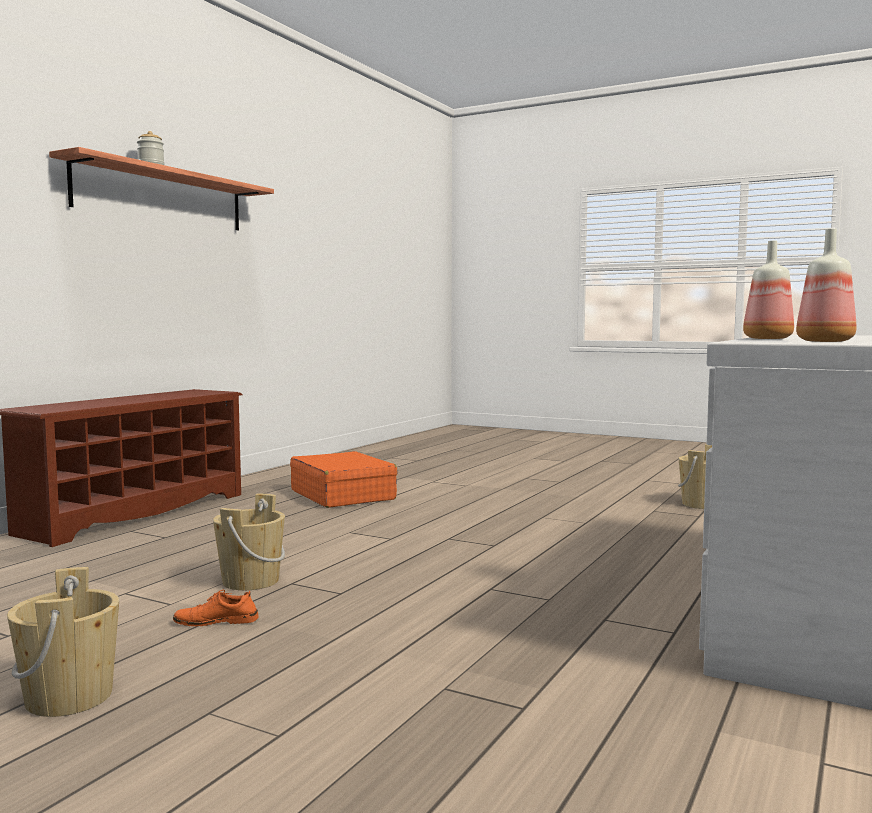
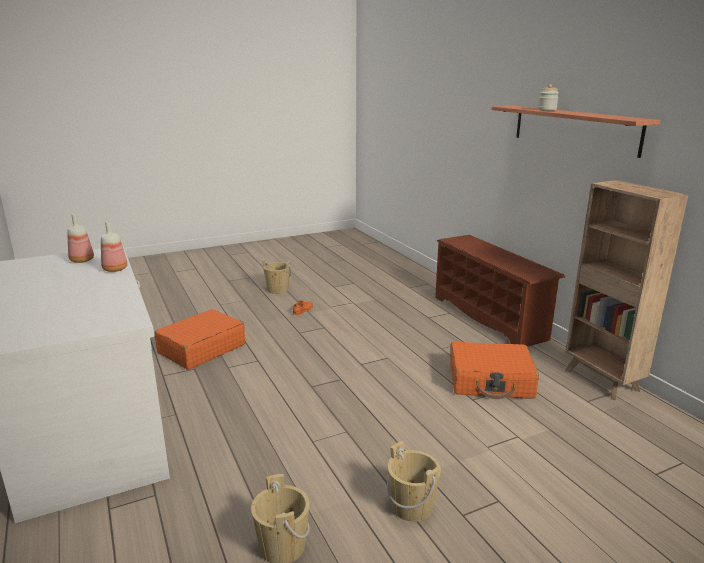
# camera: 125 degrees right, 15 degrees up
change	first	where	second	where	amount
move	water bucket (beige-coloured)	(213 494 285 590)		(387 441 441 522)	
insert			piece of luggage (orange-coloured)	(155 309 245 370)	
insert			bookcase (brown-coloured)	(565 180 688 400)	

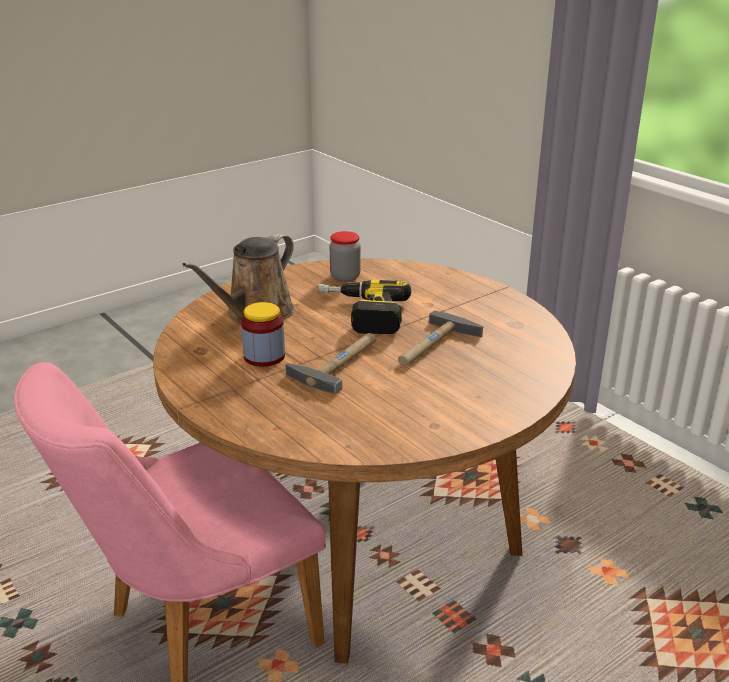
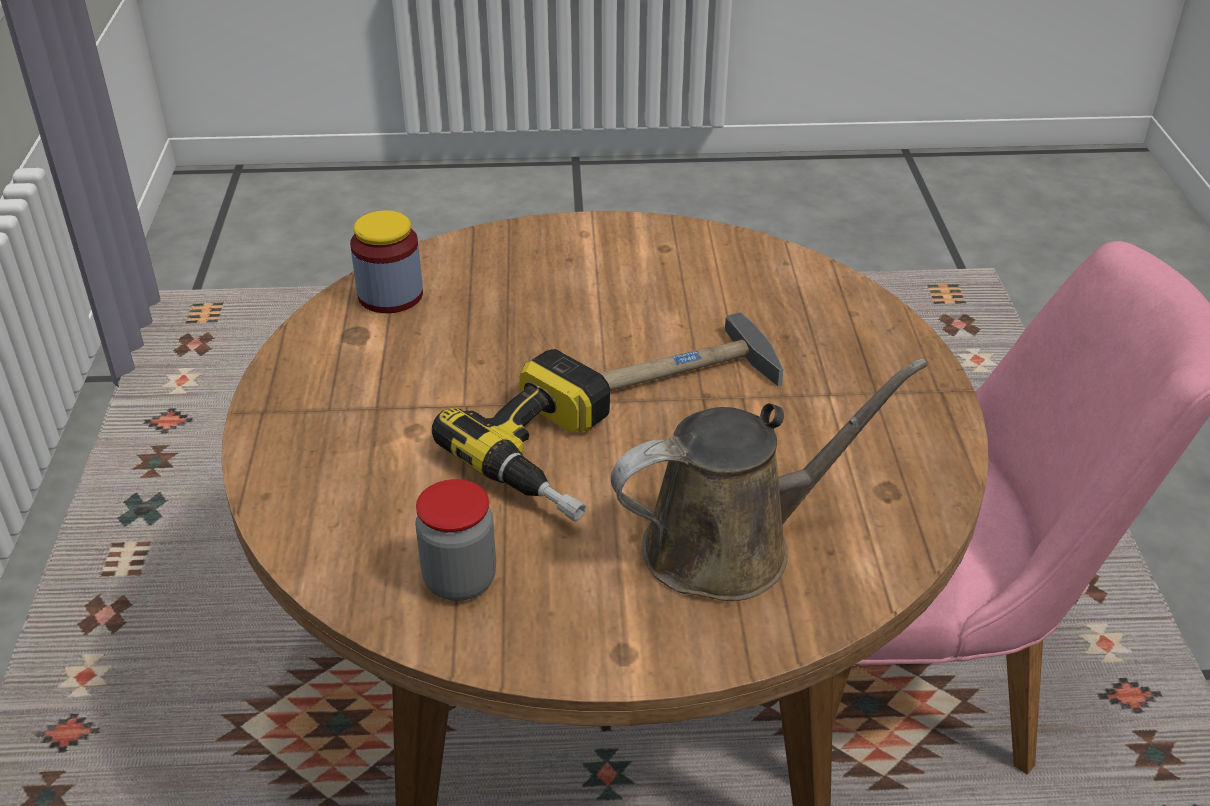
# camera: 145 degrees left, 10 degrees up
change	first	where	second	where	amount
move	jar	(241 302 285 367)		(350 210 423 313)	
delete	tool hammer	(398 310 483 366)			

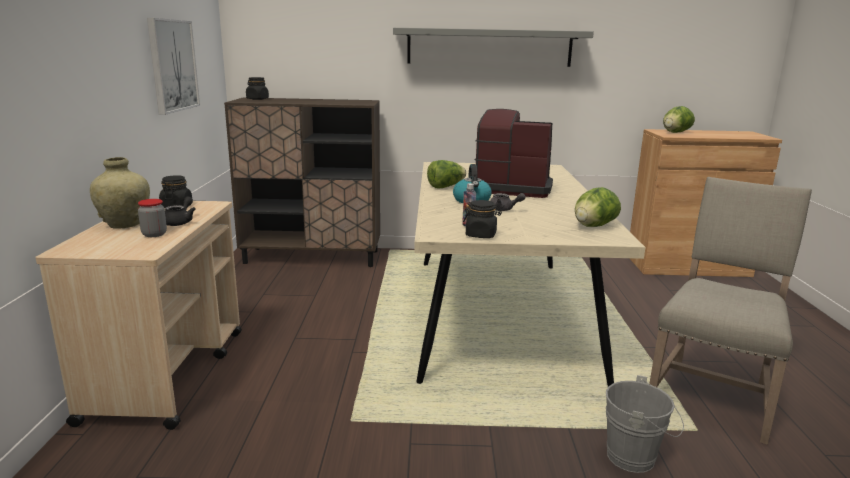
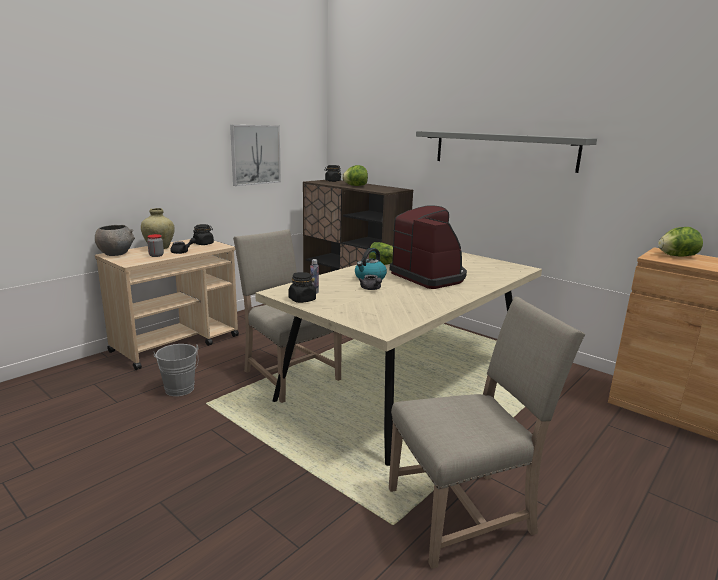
# camera: 40 degrees right, 0 degrees up
change	first	where	second	where	amount
move	head of lettuce	(575 187 621 227)		(342 165 368 186)	
move	water bucket (greyish)	(606 375 684 473)		(153 344 198 396)	
insert			bowl (greyish)	(95 225 135 256)	
insert			plain chair (beige-coloured)	(233 229 342 403)	

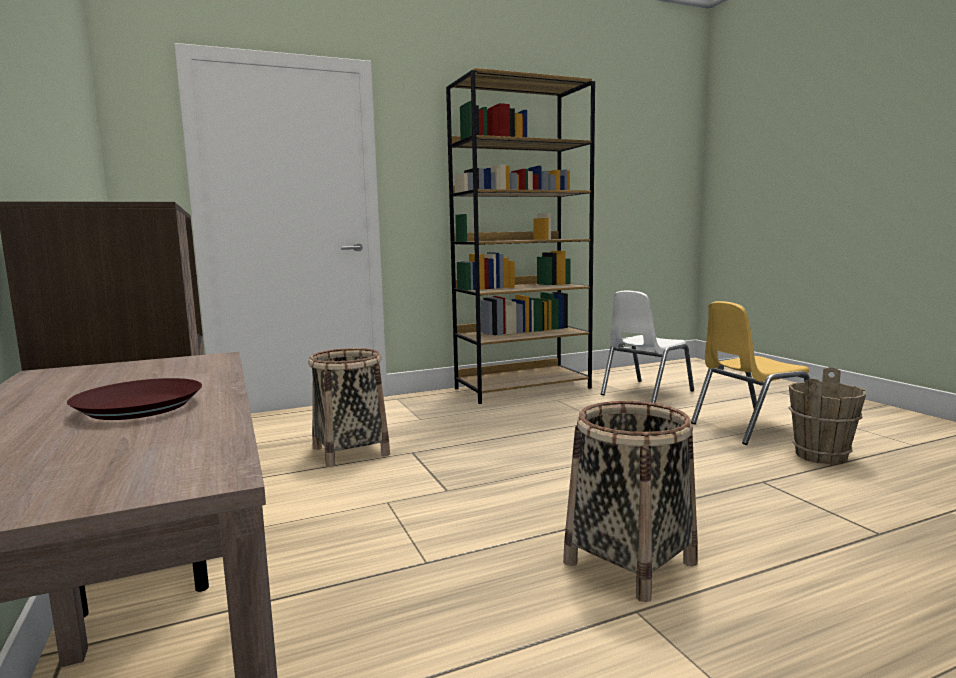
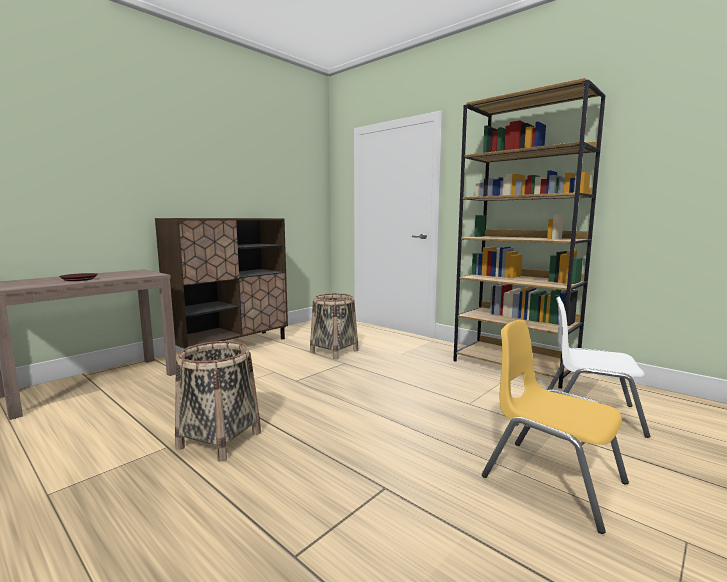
# camera: 65 degrees right, 0 degrees up
change	first	where	second	where	amount
delete	water bucket (brown-coloured)	(788 367 866 465)			

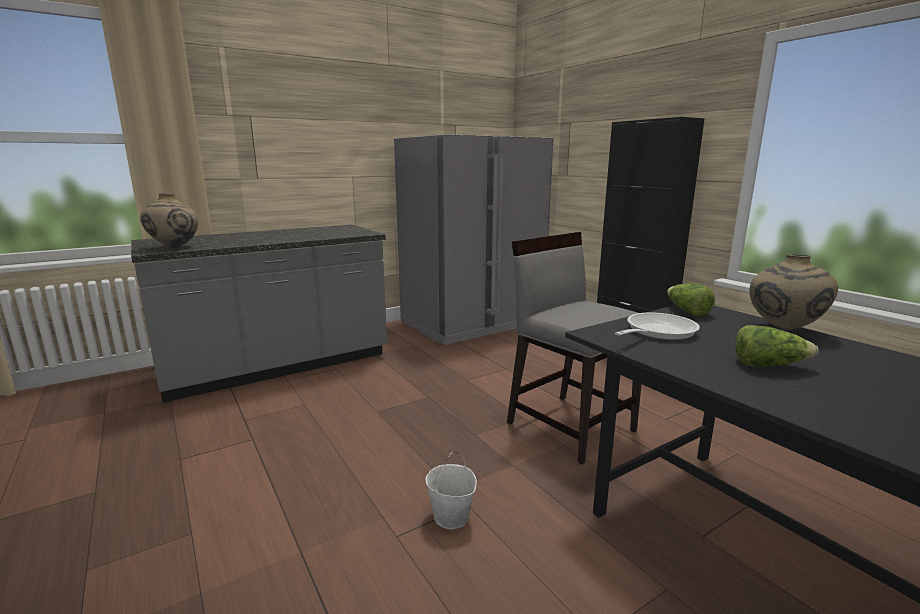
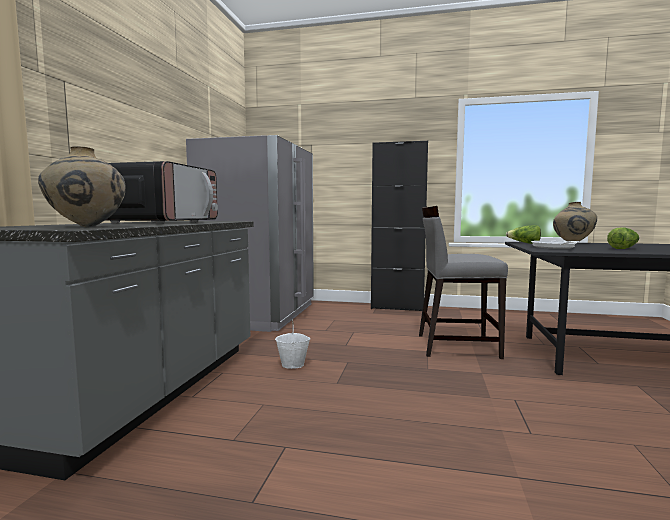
# camera: 45 degrees left, 10 degrees down
change	first	where	second	where	amount
move	water bucket (white-coloured)	(426 452 477 529)		(275 319 310 369)	
insert			microwave	(105 161 218 224)	

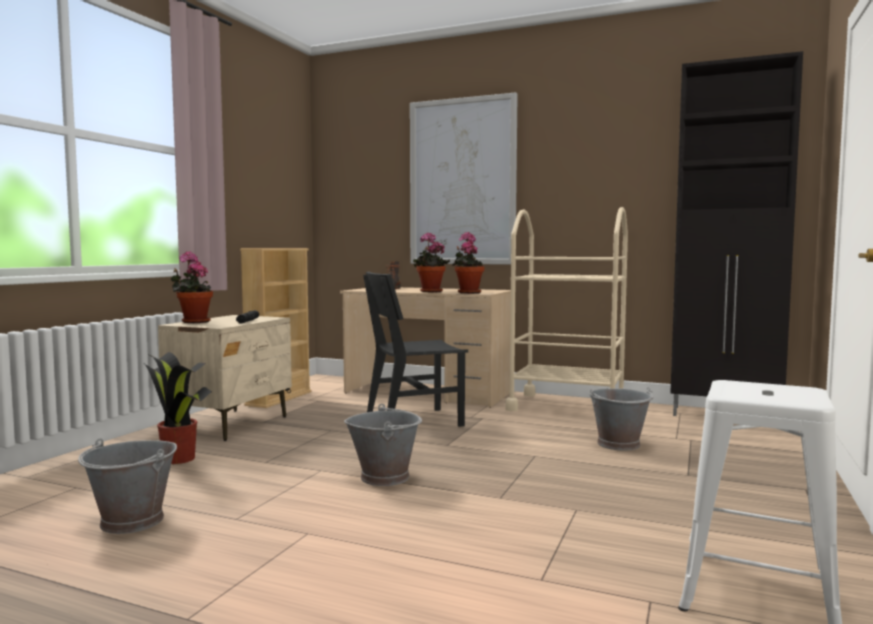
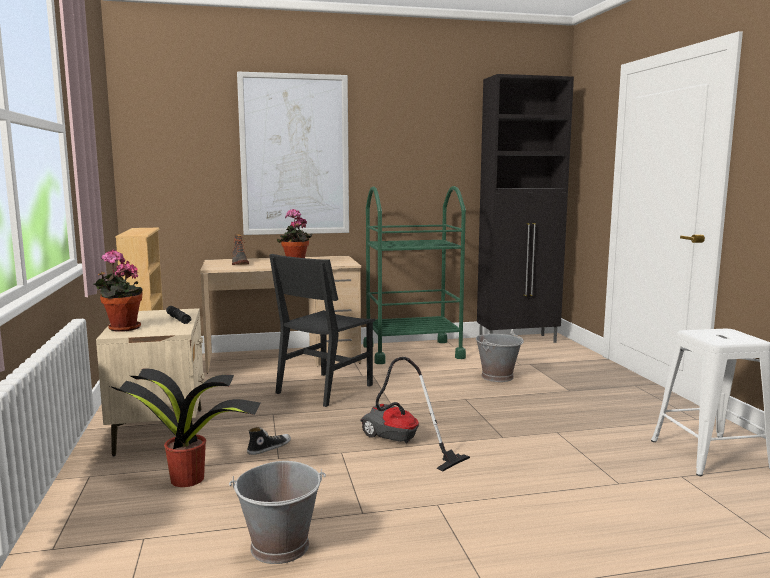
# camera: 35 degrees left, 5 degrees up
change	first	where	second	where	amount
replace	water bucket (greyish)	(344 404 422 486)	vacuum	(360 357 470 472)	
delete	plant in a pot	(452 232 484 294)			
recolor	wheeled cart (beige-coloured)	(505 207 628 411)	wheeled cart (green-coloured)	(363 186 466 364)	
insert			shoe	(247 427 291 455)	

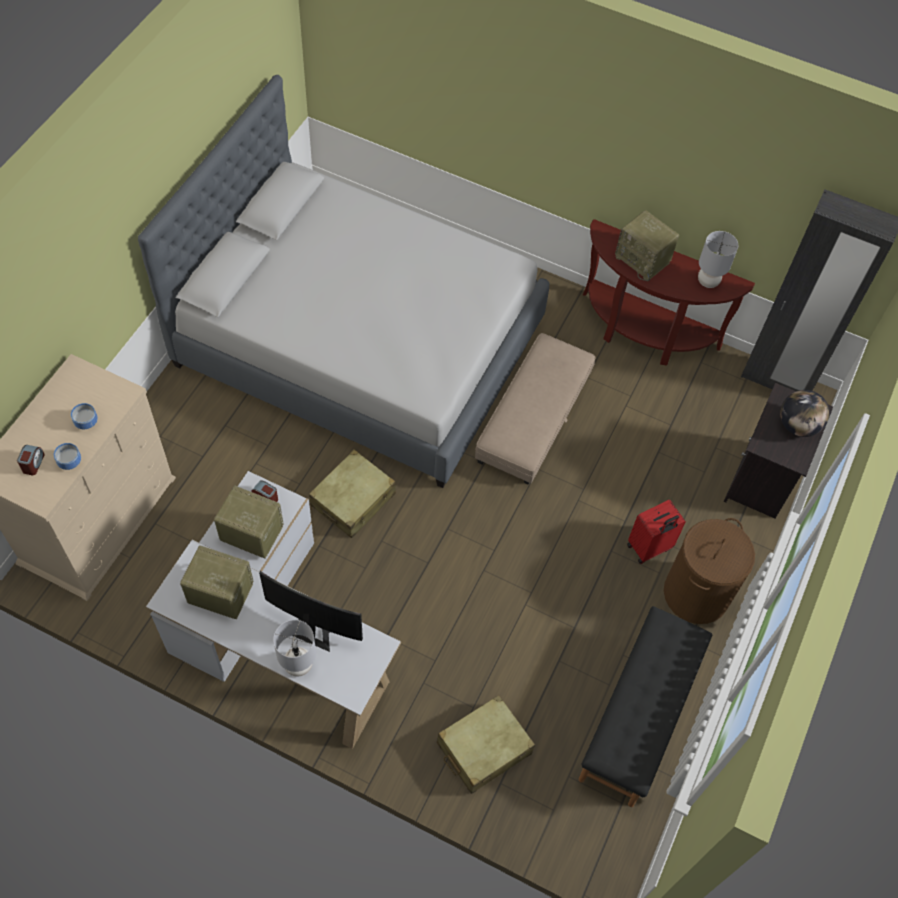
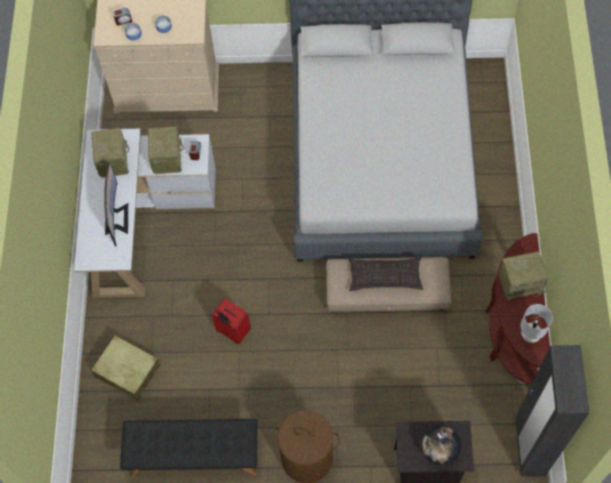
# camera: 70 degrees right, 5 degrees up
change	first	where	second	where	amount
delete	table lamp (greyish)	(273 620 316 677)			
delete	piece of luggage (beige-coloured)	(309 450 396 538)			
rotate	radio receiver	(615 210 679 281)		(499 251 548 300)	120 degrees counterclockwise
move	piece of luggage (red-coloured)	(627 500 686 564)		(212 298 251 344)	
insert			cushion	(349 257 423 291)	

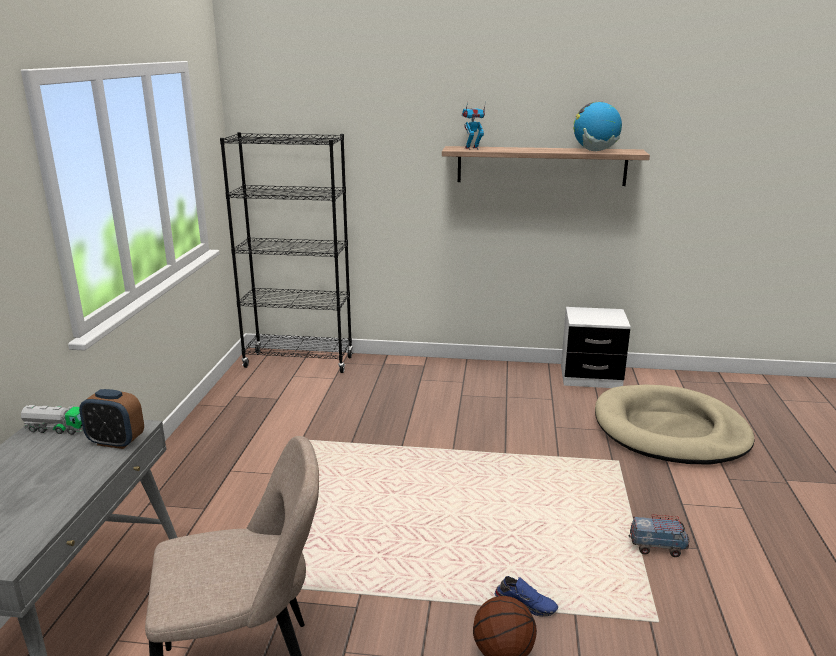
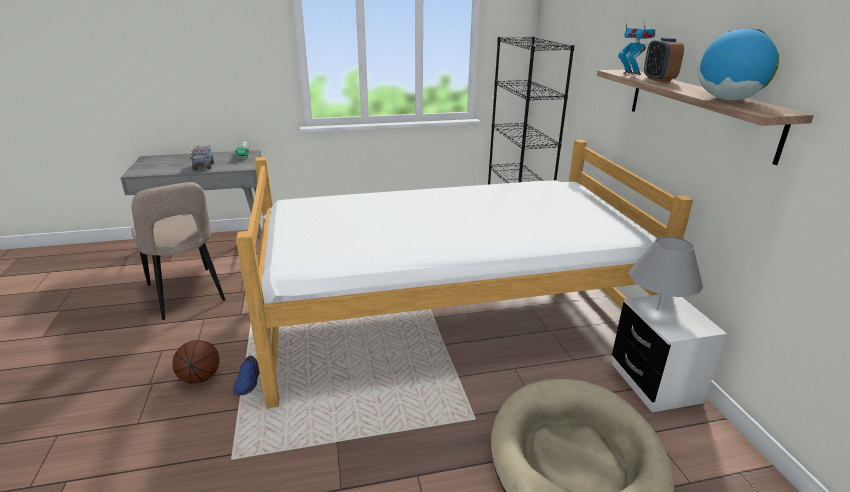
# camera: 70 degrees right, 5 degrees up
change	first	where	second	where	amount
move	table clock	(79 389 144 449)		(644 37 684 82)	
move	model truck	(629 514 690 557)		(190 145 214 170)	
insert			bedroom bed	(236 140 693 409)	
insert			table lamp (greyish)	(629 236 703 310)	

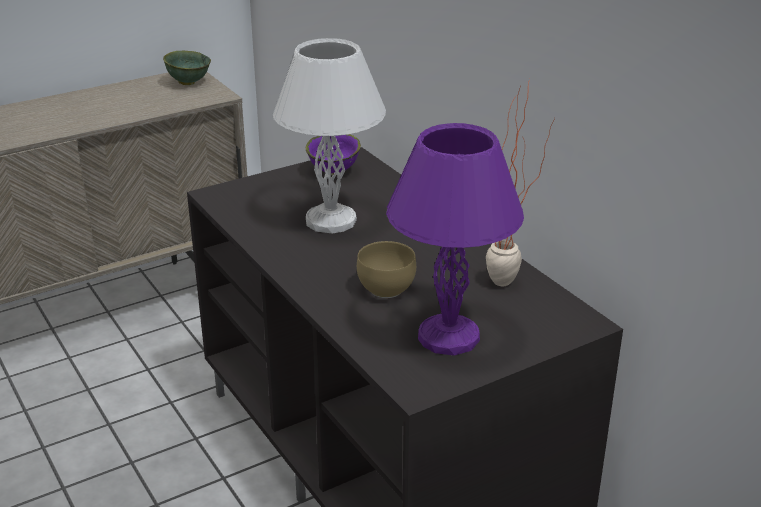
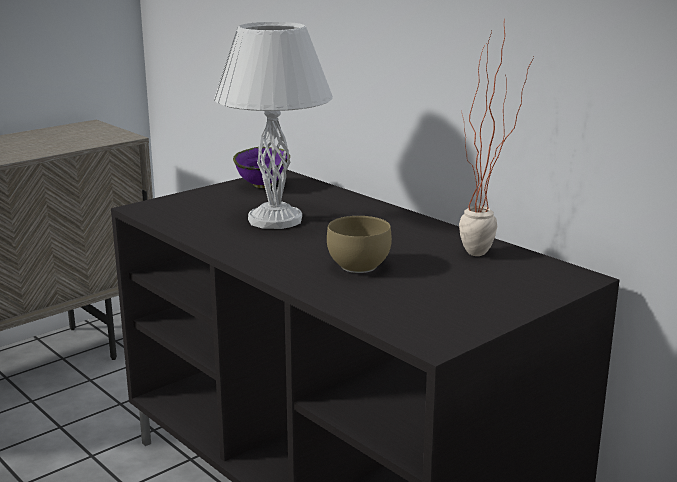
# camera: 10 degrees left, 10 degrees down
change	first	where	second	where	amount
delete	bowl (green-coloured)	(163 51 211 85)			
delete	table lamp (purple)	(386 123 524 355)			

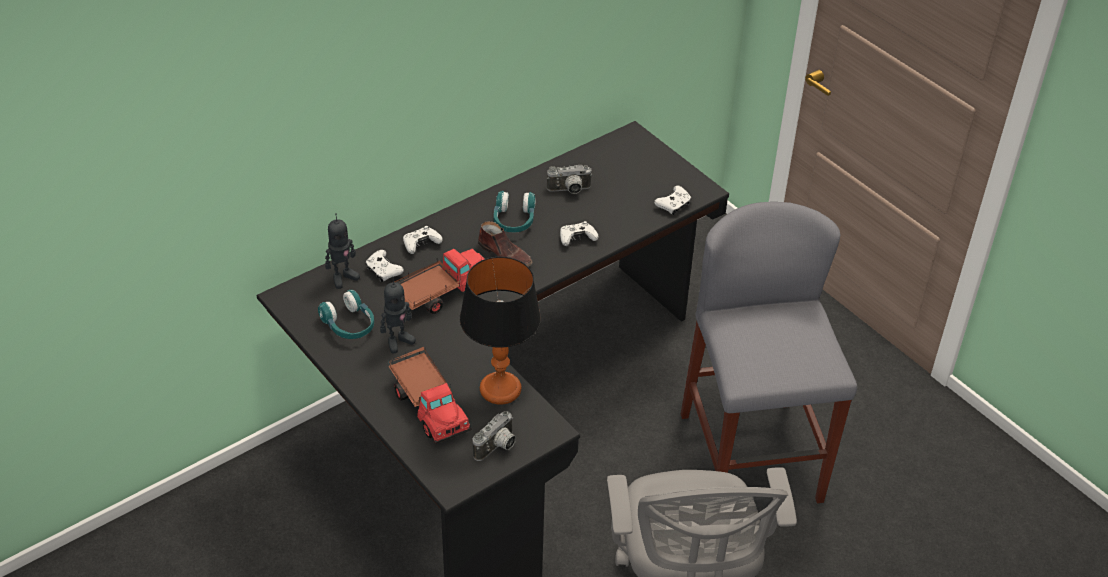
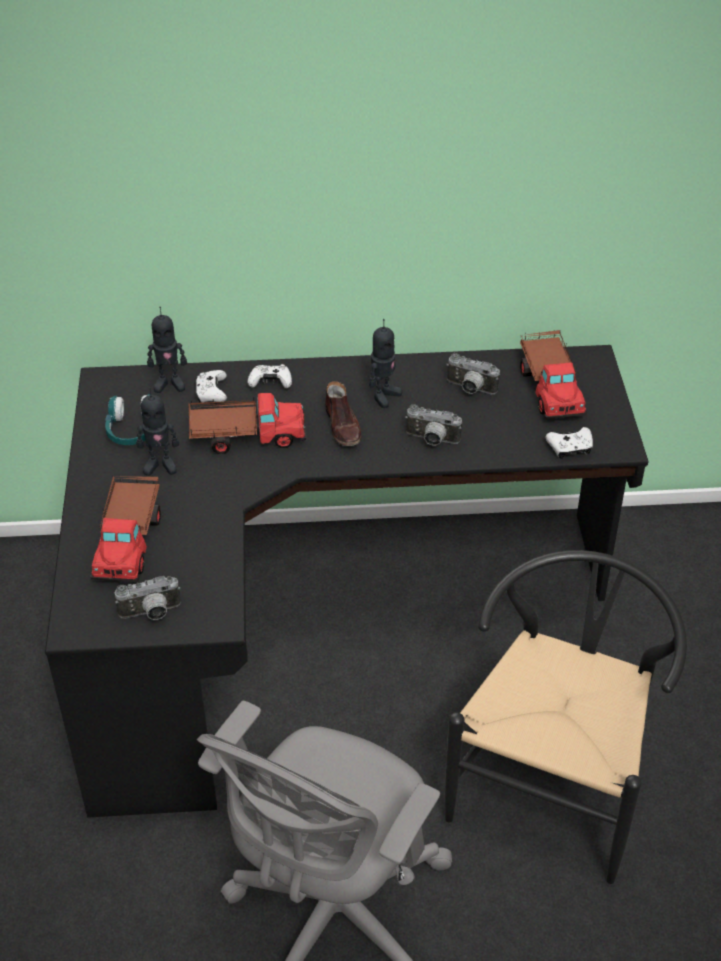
# camera: 35 degrees right, 0 degrees up
change	first	where	second	where	amount
delete	table lamp	(460 257 541 405)			
replace	headphones (blue-green)	(493 191 535 233)	toy robot	(369 319 402 408)	
replace	game controller (white-coloured)	(560 221 598 246)	still camera	(405 404 462 446)	
replace	sitting stool (greyish)	(681 202 857 503)	plain chair (black-coloured)	(445 550 687 884)	
insert			model truck	(520 330 587 419)	

